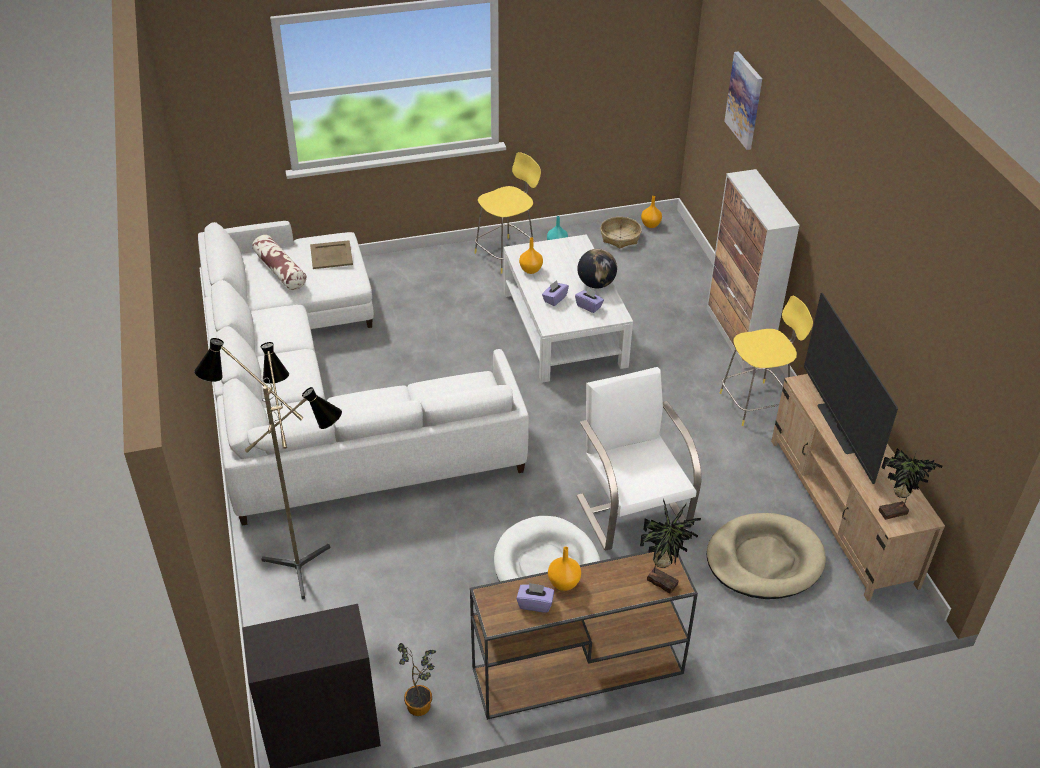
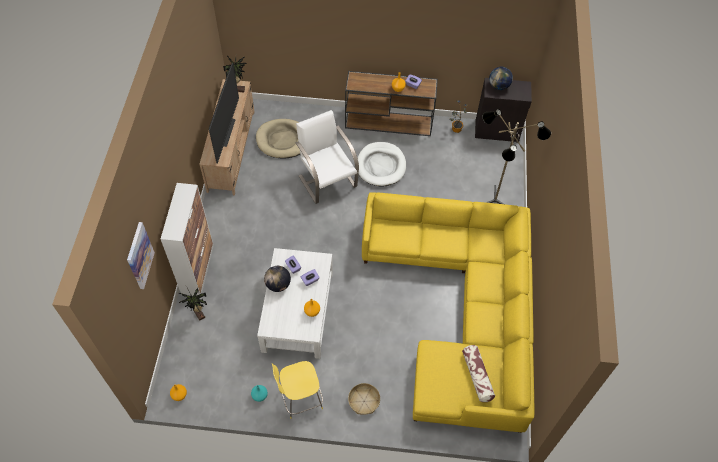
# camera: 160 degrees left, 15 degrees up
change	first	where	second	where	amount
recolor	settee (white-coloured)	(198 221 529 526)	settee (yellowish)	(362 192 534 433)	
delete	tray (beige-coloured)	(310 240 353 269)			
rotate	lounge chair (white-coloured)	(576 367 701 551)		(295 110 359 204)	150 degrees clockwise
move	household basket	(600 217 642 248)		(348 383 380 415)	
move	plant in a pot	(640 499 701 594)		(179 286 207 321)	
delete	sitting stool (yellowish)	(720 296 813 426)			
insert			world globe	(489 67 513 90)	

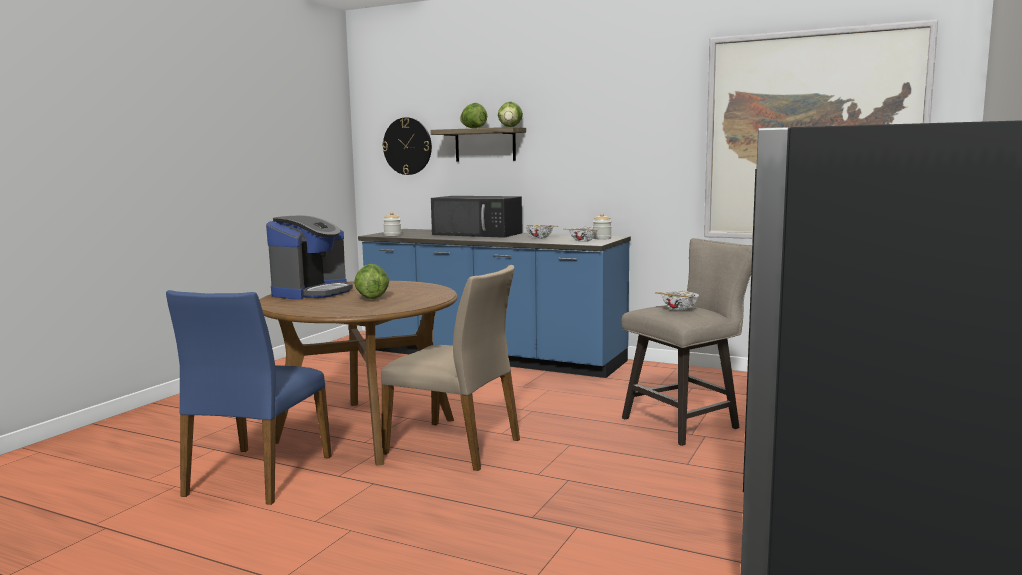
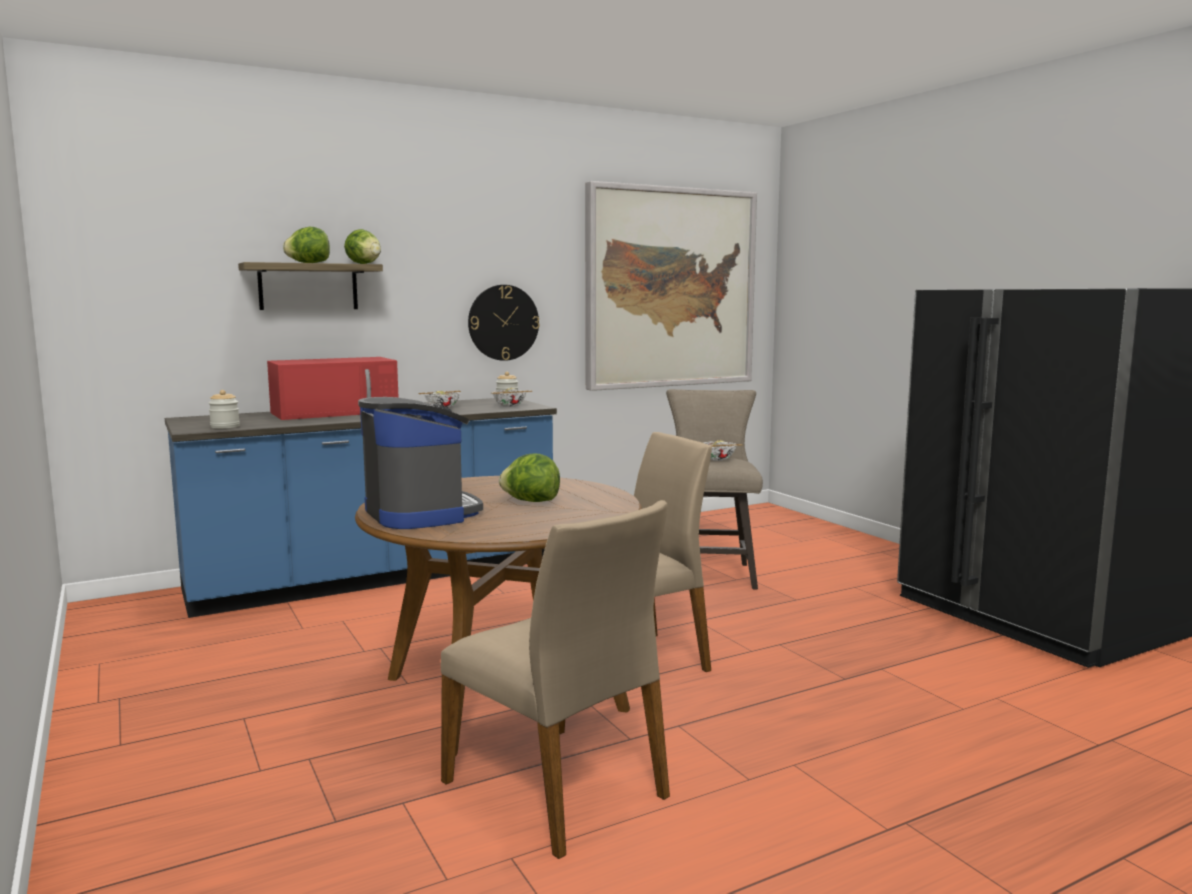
# camera: 55 degrees left, 0 degrees up
change	first	where	second	where	amount
recolor	plain chair (blue)	(166 290 332 505)	plain chair (beige-coloured)	(441 500 670 859)	
move	clock on the wall	(382 117 432 175)		(468 285 540 361)	
recolor	microwave (black-coloured)	(431 196 522 238)	microwave (red-coloured)	(267 357 399 420)	

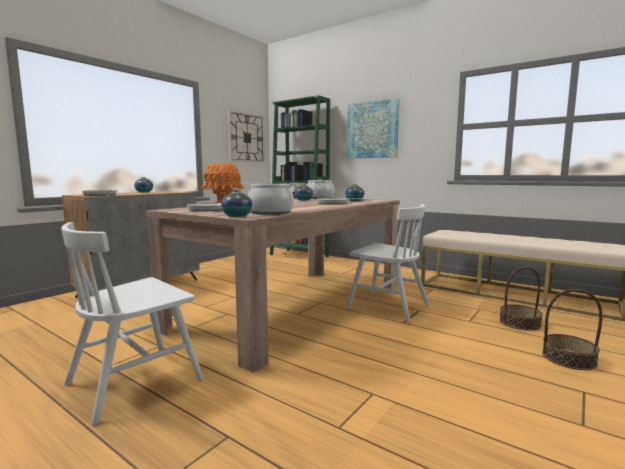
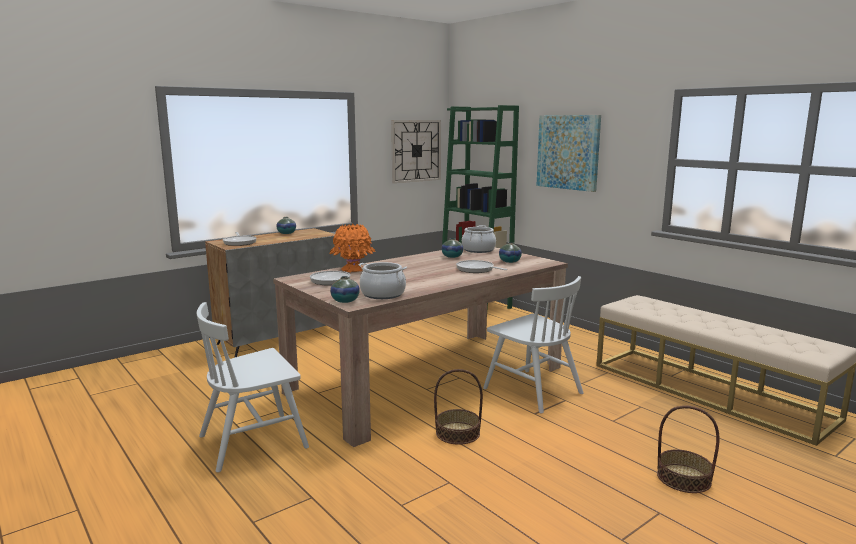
# camera: 15 degrees right, 5 degrees up
change	first	where	second	where	amount
move	household basket	(499 266 543 331)		(434 369 483 445)	

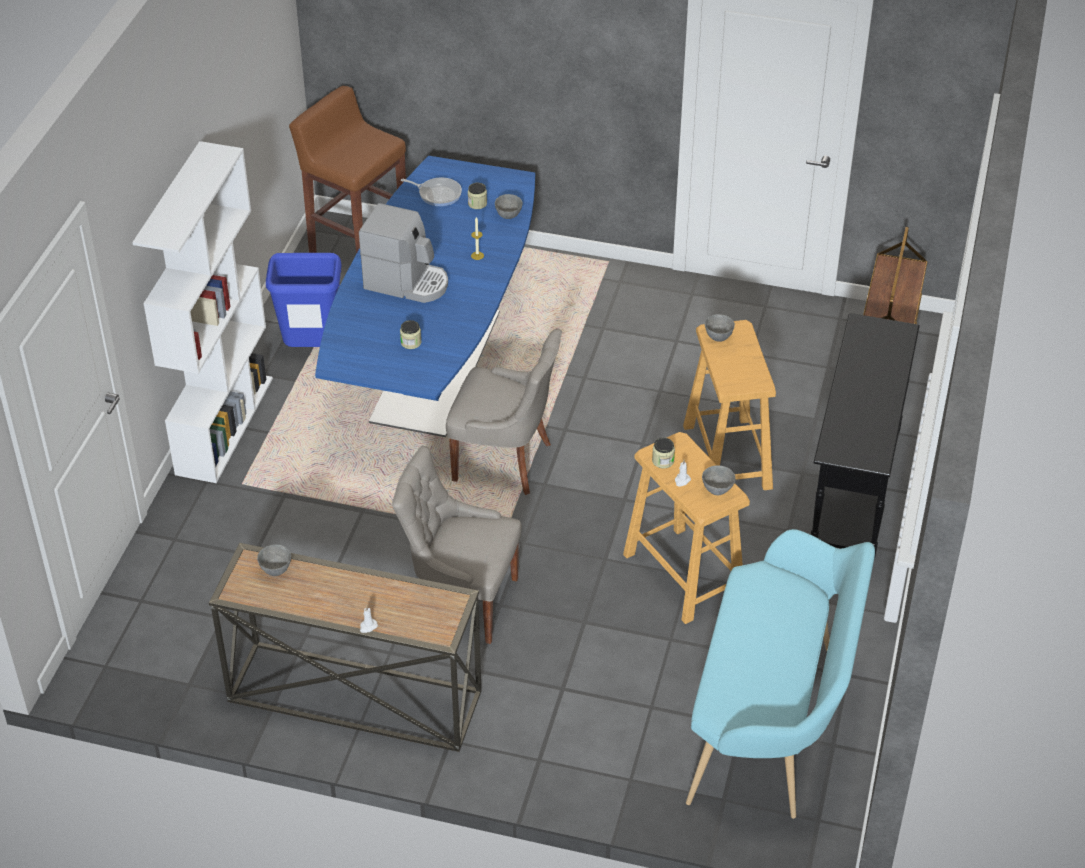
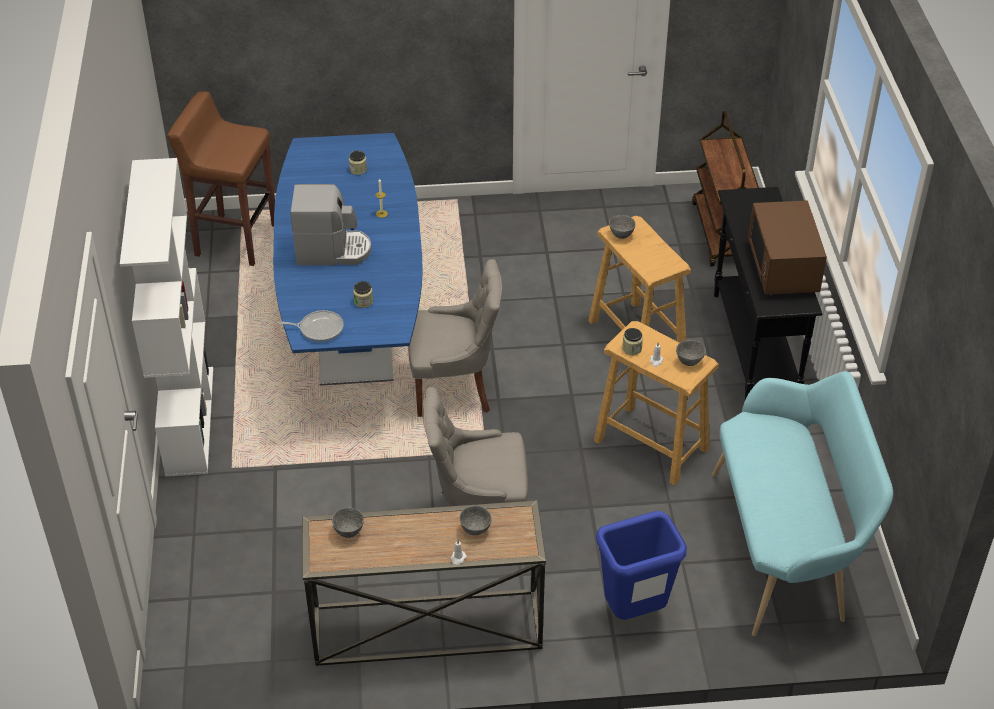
# camera: 20 degrees left, 0 degrees up
change	first	where	second	where	amount
move	waste bin (blue)	(266 253 342 347)		(596 511 687 620)	
move	frying pan	(401 177 462 206)		(278 310 344 342)	
move	bowl (greyish)	(495 194 522 219)		(460 506 492 535)	
insert			microwave (brown-coloured)	(748 201 827 295)	

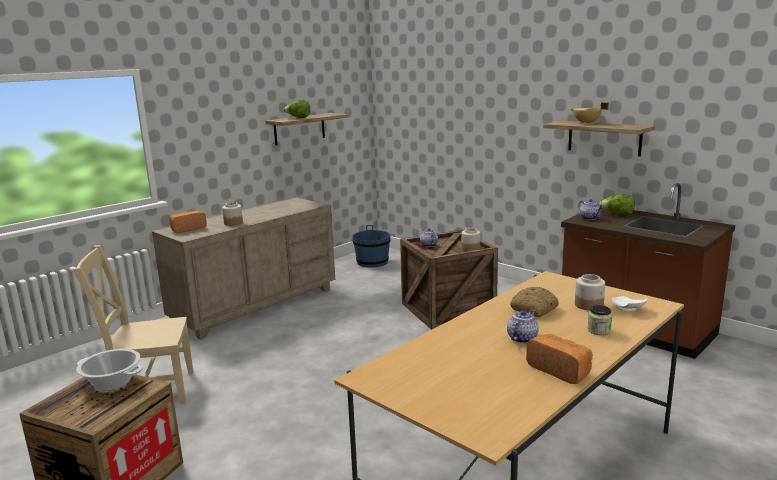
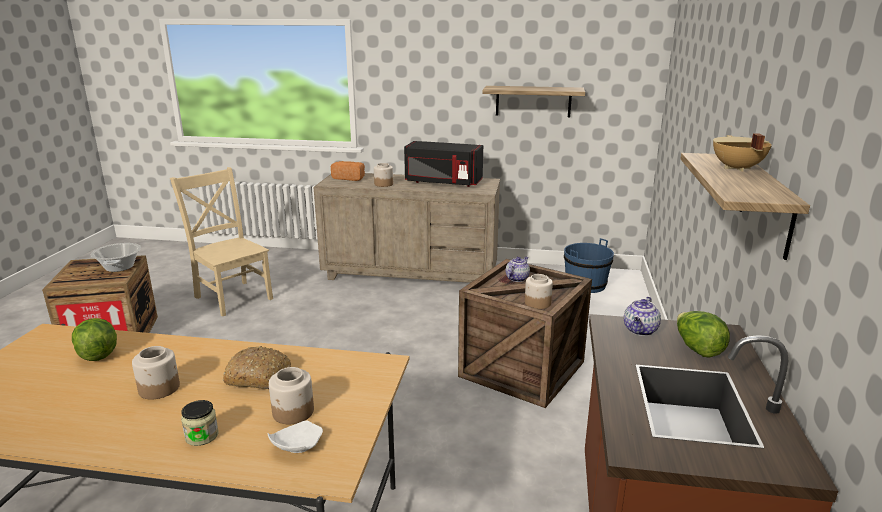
# camera: 55 degrees right, 5 degrees up
change	first	where	second	where	amount
move	head of lettuce	(283 99 310 118)		(72 318 117 361)	
replace	pot for tea	(507 309 539 343)	jar	(132 346 180 399)	
delete	baked bread	(526 334 593 384)			
insert			microwave (black-coloured)	(404 141 483 187)	

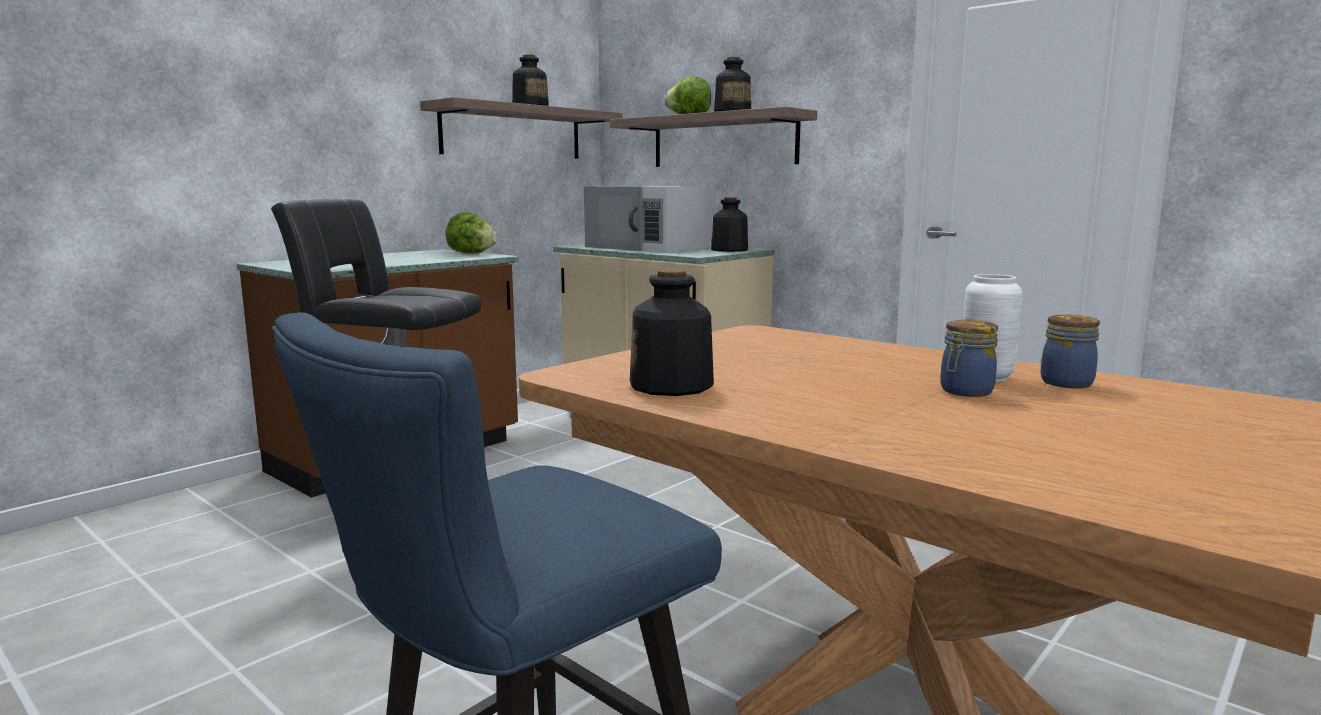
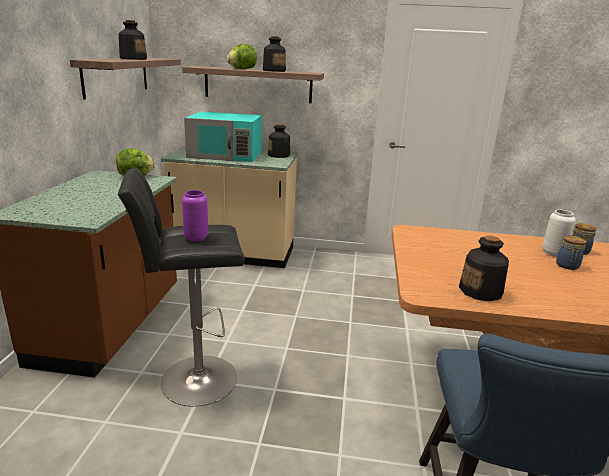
# camera: 35 degrees left, 10 degrees up
change	first	where	second	where	amount
recolor	microwave (white-coloured)	(584 186 716 252)	microwave (blue-green)	(184 111 262 162)	
insert			flower vase (purple)	(182 190 208 242)	

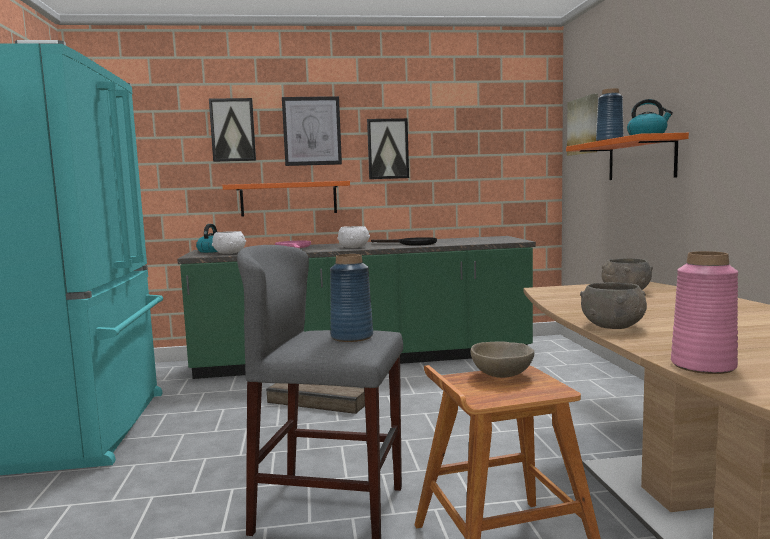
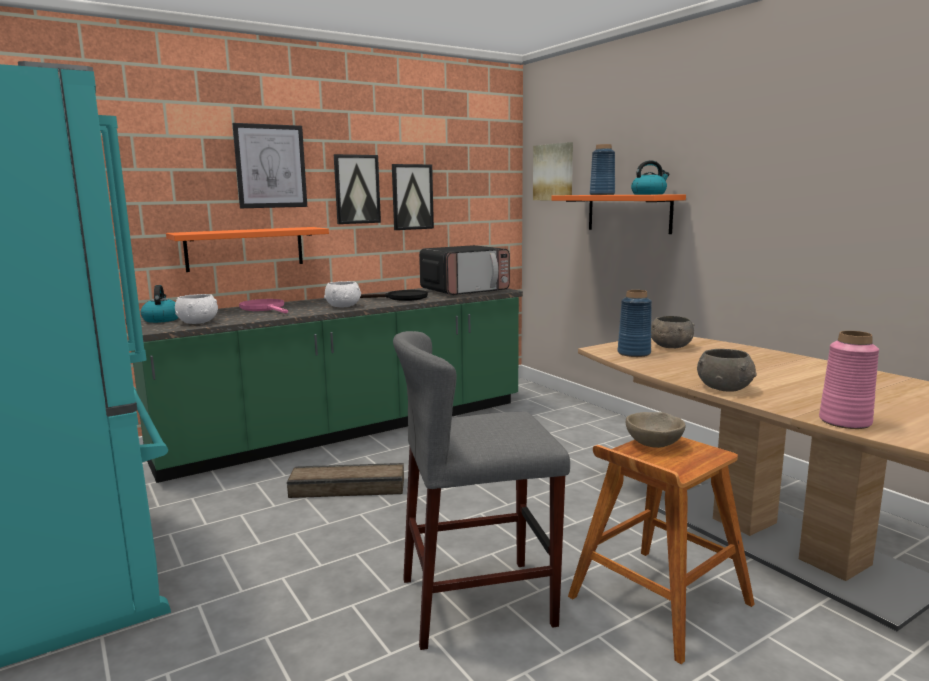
# camera: 25 degrees left, 5 degrees up
change	first	where	second	where	amount
move	wall art	(209 98 256 162)		(392 164 434 230)	
move	flower vase (blue)	(330 254 373 342)		(617 290 652 357)	
insert			microwave	(419 245 510 295)	

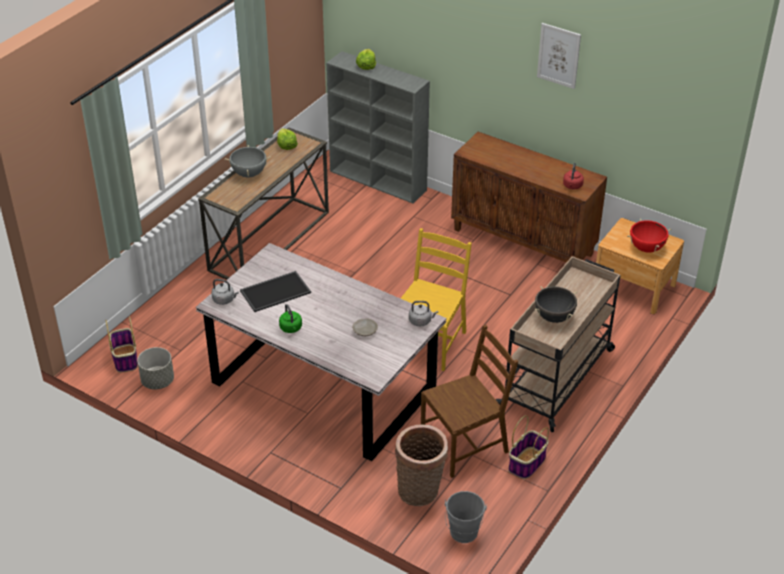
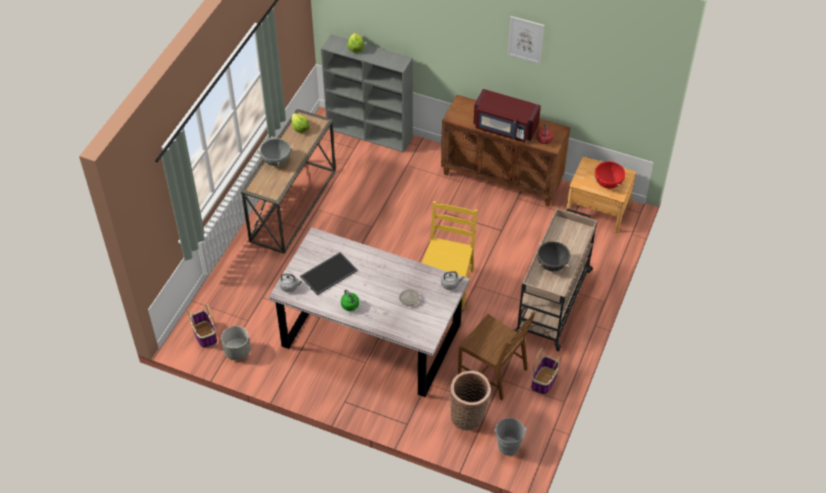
# camera: 10 degrees left, 10 degrees up
change	first	where	second	where	amount
rotate	plain chair (brown-coloured)	(421 325 518 478)		(458 311 536 400)	75 degrees clockwise
insert			microwave (red-coloured)	(474 89 541 143)	

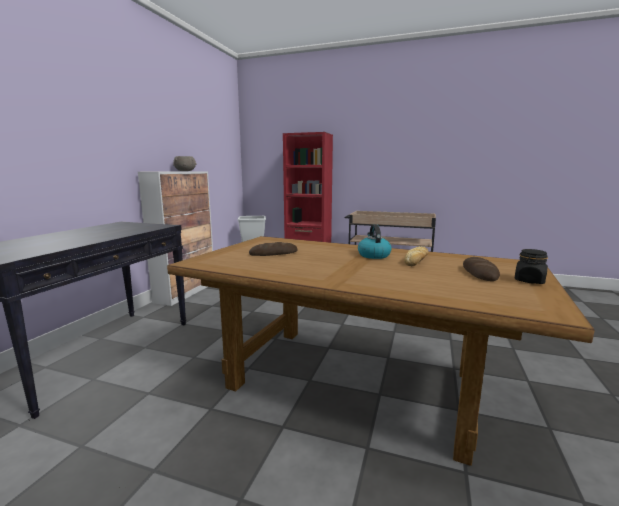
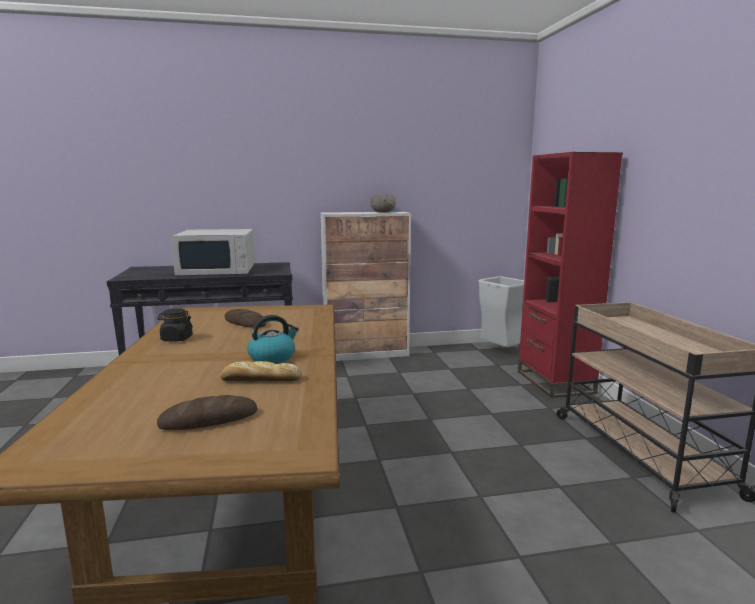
# camera: 60 degrees right, 0 degrees up
change	first	where	second	where	amount
move	jar (black-coloured)	(514 249 548 284)		(158 308 193 342)	
insert			microwave (white-coloured)	(171 229 255 275)	

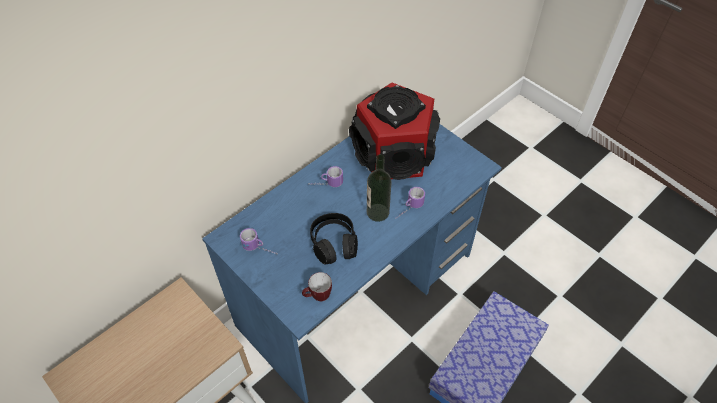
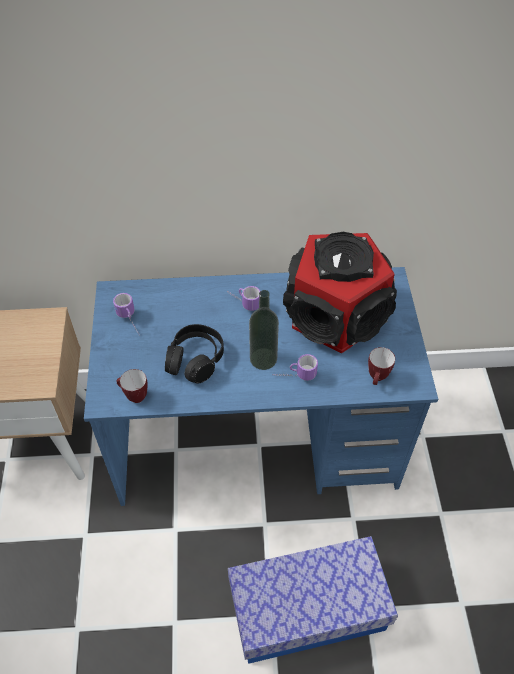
# camera: 40 degrees right, 0 degrees up
change	first	where	second	where	amount
insert			coffee mug	(368 347 395 385)	

